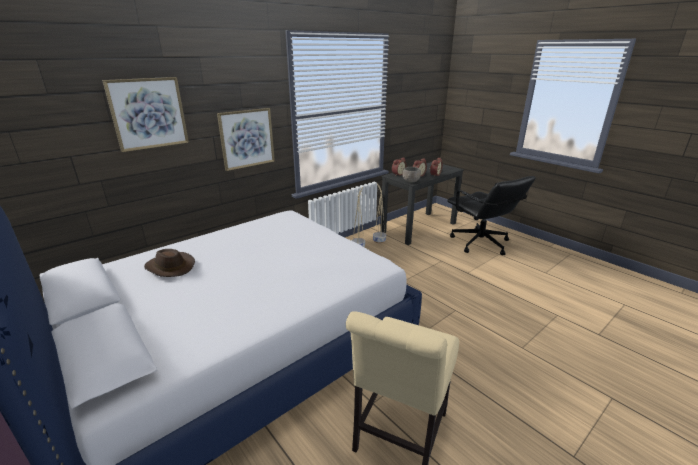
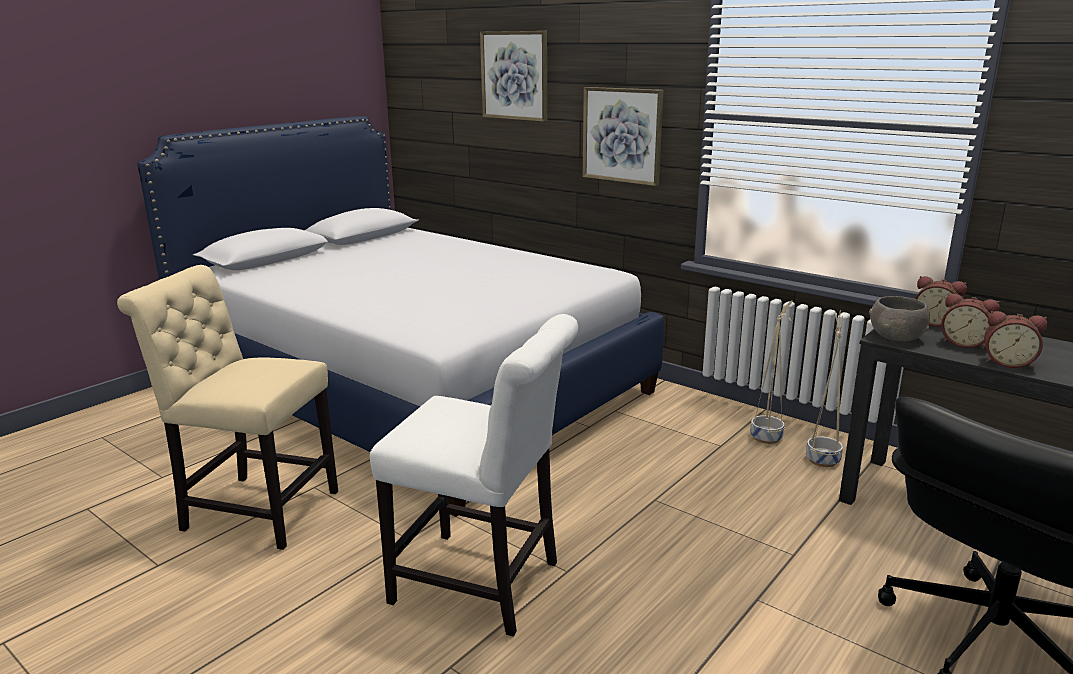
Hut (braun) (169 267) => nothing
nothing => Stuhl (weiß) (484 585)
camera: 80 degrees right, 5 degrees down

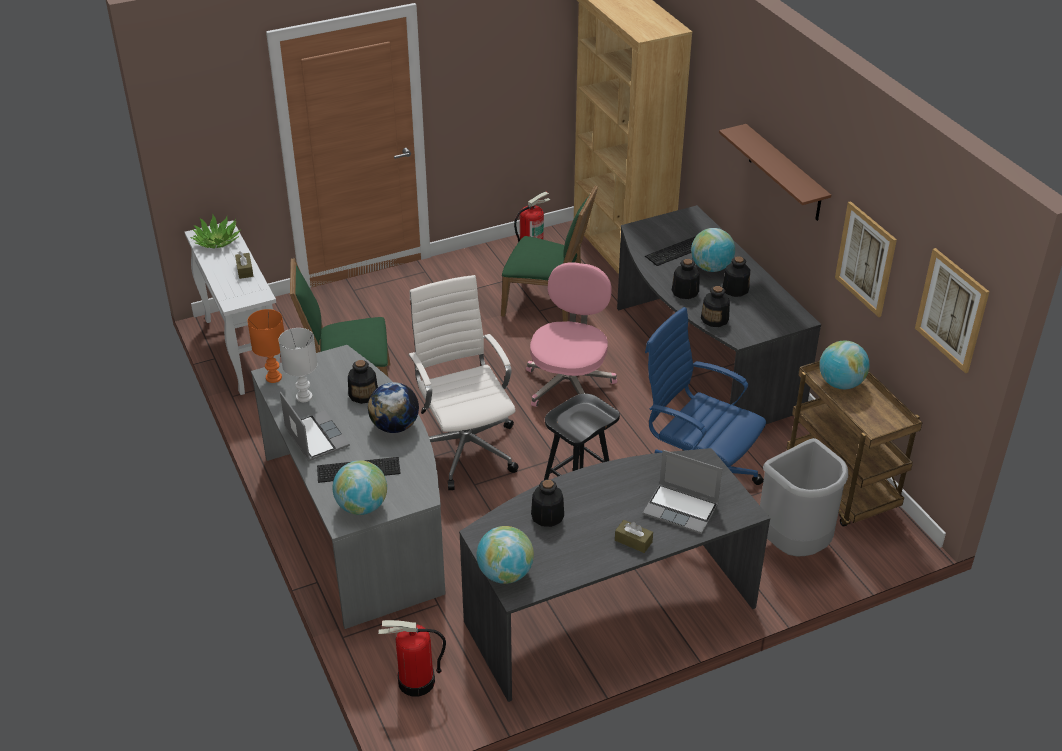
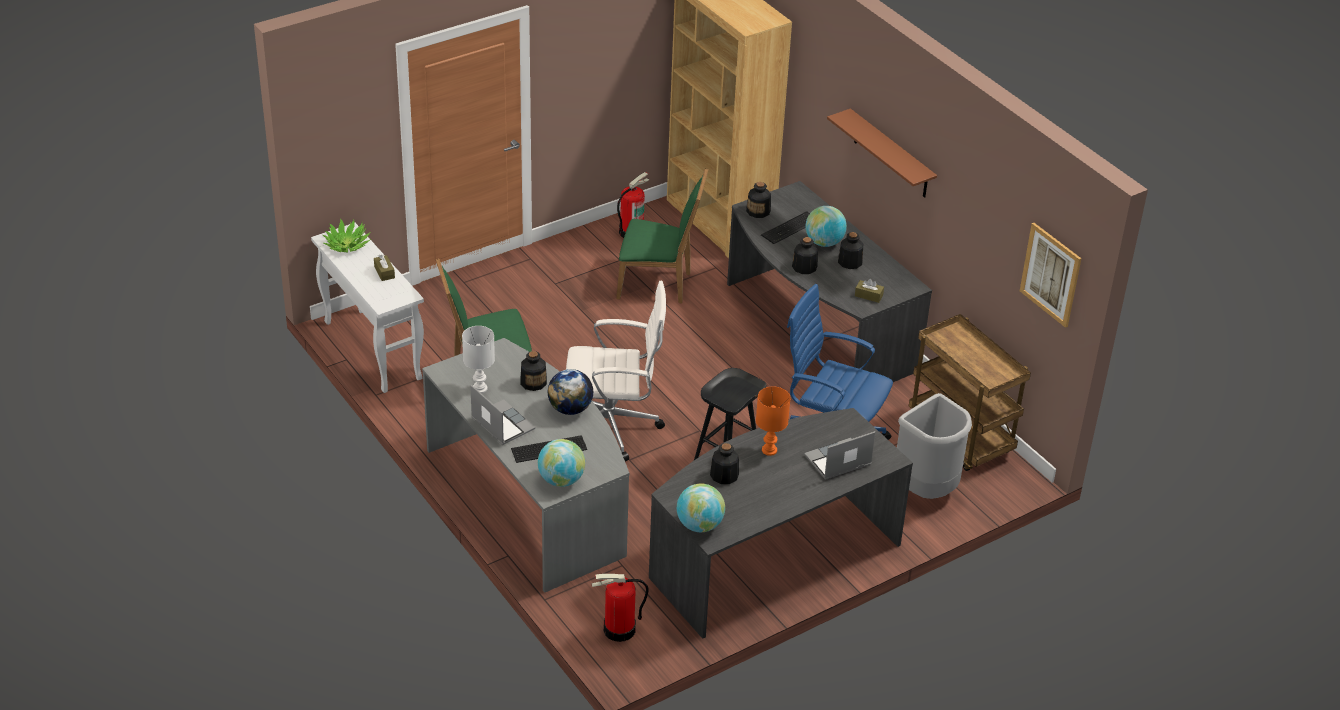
Bild (865 259) => nothing
Bürostuhl (rosa) (569 384) => nothing
Bürostuhl (weiß) (465 447) => Bürostuhl (weiß) (612 427), 120 degrees clockwise
Flasche (715 319) => Flasche (758 211), shifted
Tischlampe (orange) (274 377) => Tischlampe (orange) (769 450), shifted
Globus (840 383) => nothing
Laptop (682 509) => Laptop (837 461), 135 degrees clockwise
Taschentuchbox (braun) (633 541) => Taschentuchbox (braun) (868 295), shifted
camera: 10 degrees left, 0 degrees up

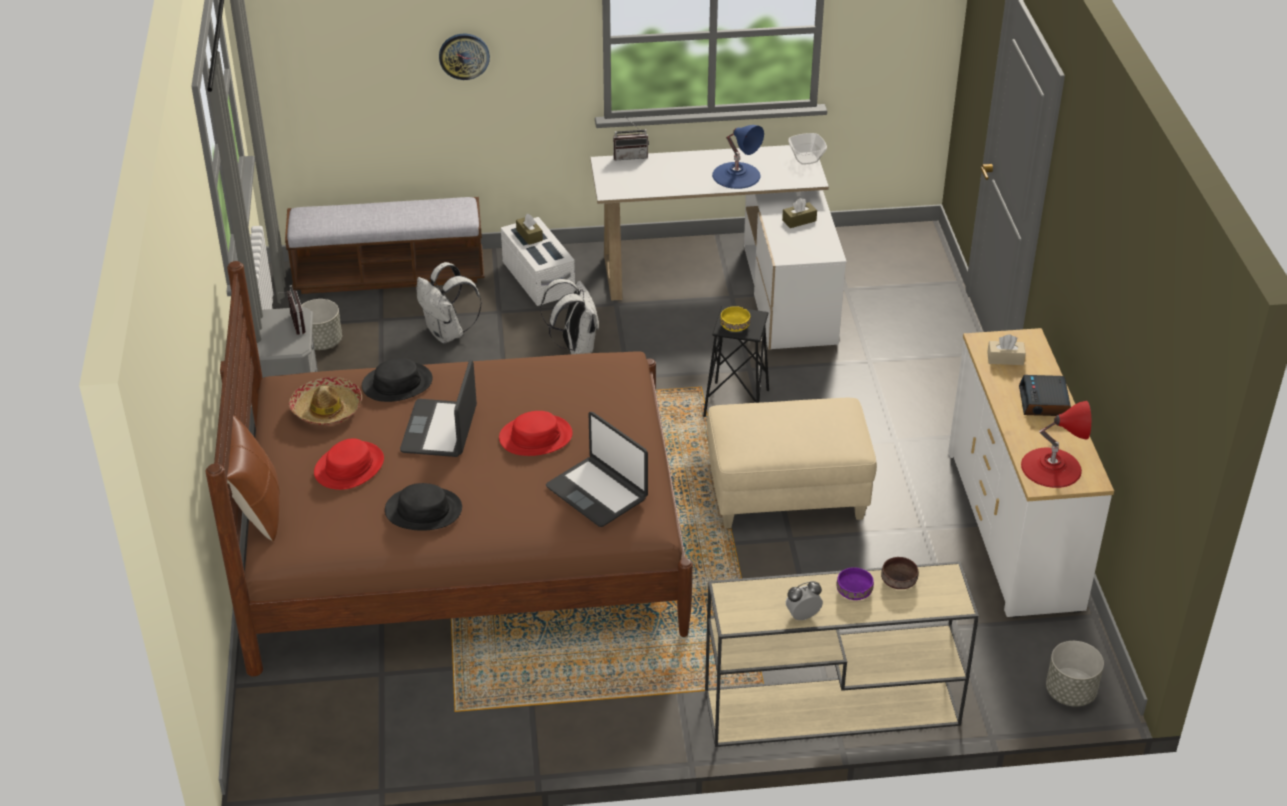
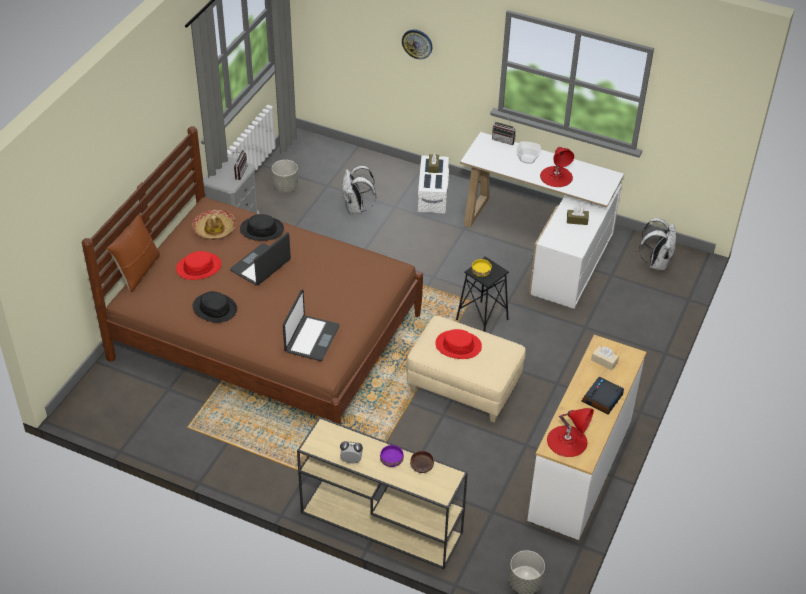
Tischlampe (blau) (736 175) => Tischlampe (rot) (556 176)
Schüssel (806 158) => Schüssel (528 158), shifted
Bank (389 274) => nothing
Rucksack (weiß) (575 346) => Rucksack (weiß) (656 263), shifted
Hut (rot) (535 436) => Hut (rot) (458 345), shifted
Laptop (597 492) => Laptop (311 339), 150 degrees counterclockwise
camera: 30 degrees right, 5 degrees up

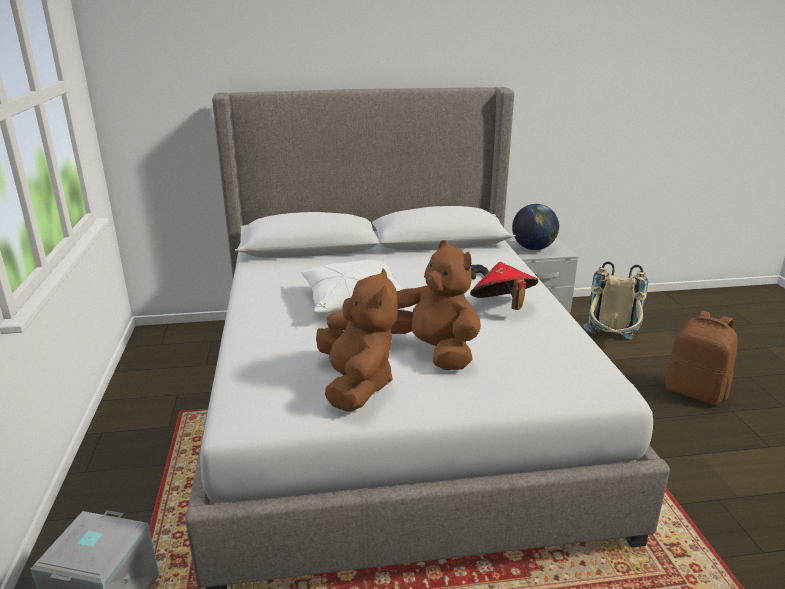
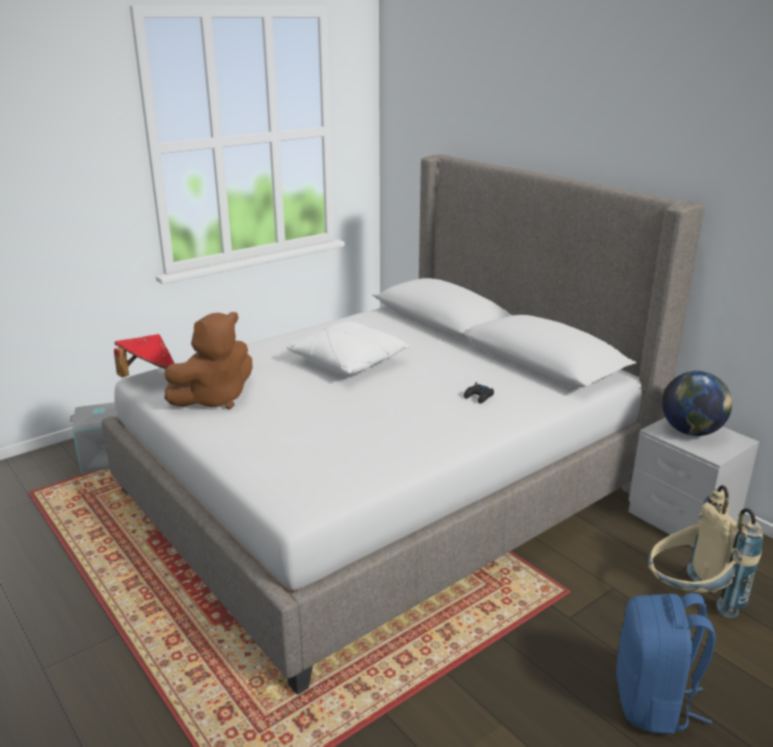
Plüschtier (braun) (434 351) => nothing
Hut (rot) (502 307) => Hut (rot) (149 376), shifted
Rucksack (braun) (695 392) => Rucksack (blau) (653 703)
camera: 60 degrees right, 0 degrees up

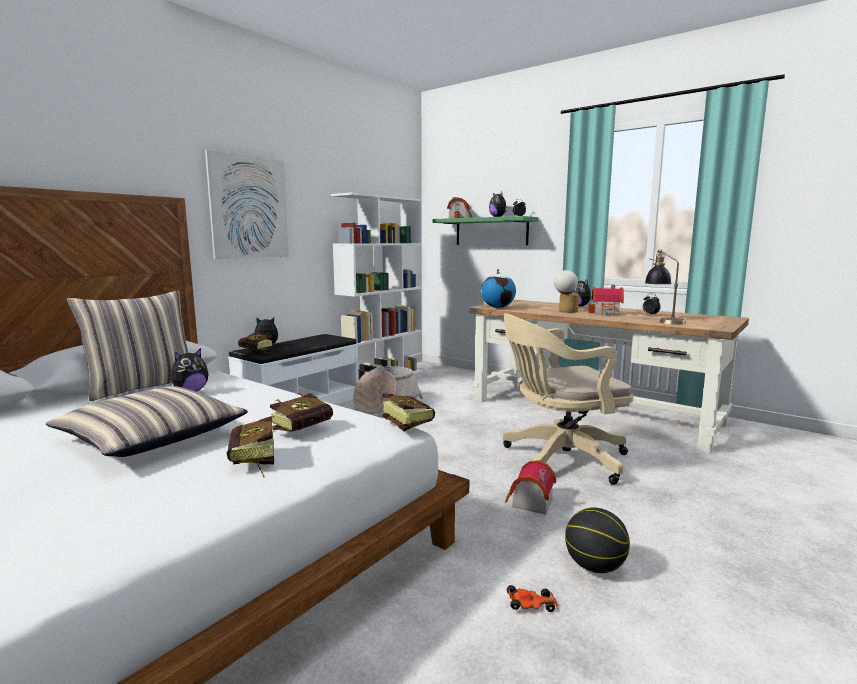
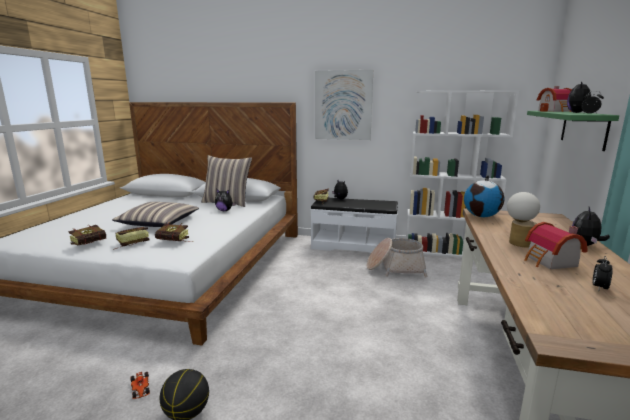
Tischlampe (663 321) => nothing
Bürostuhl (beige) (559 459) => nothing
Buch (404 423) => Buch (93 243), shifted
Spielzeughaus (529 503) => nothing
camera: 65 degrees right, 5 degrees up

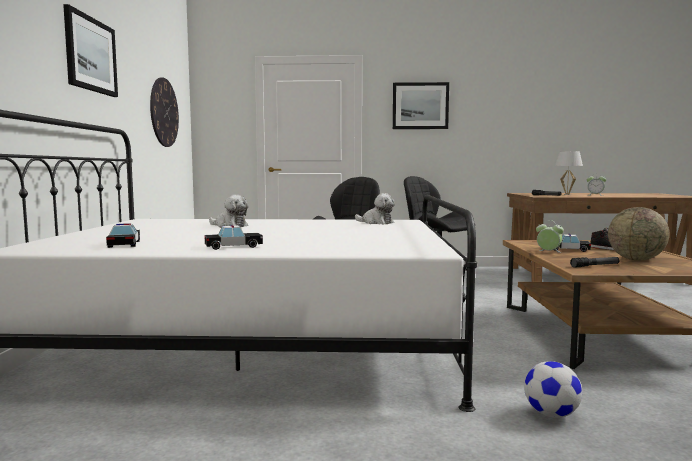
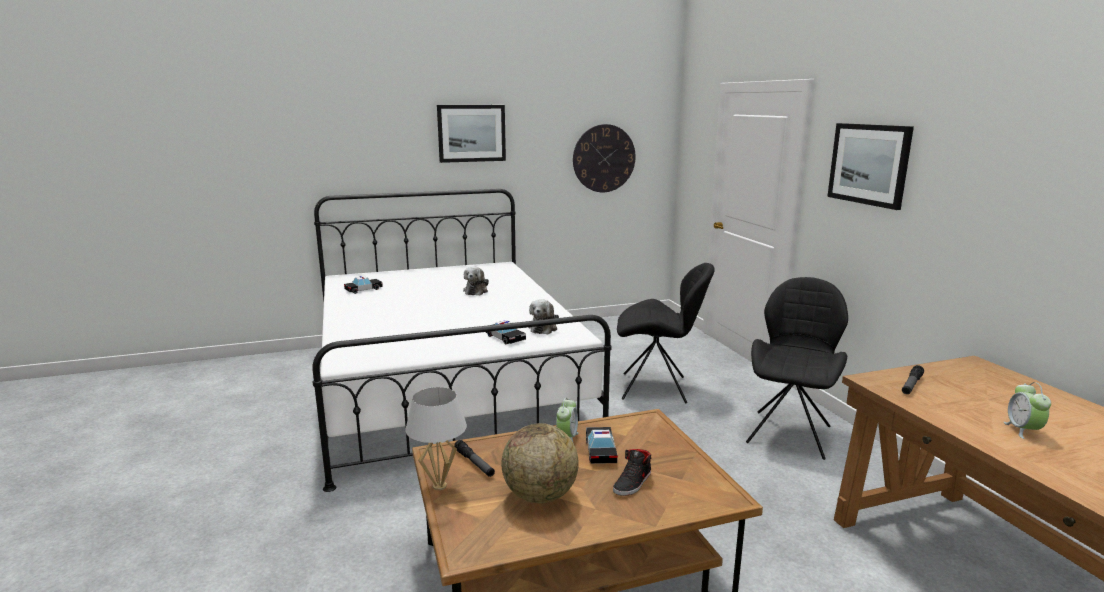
Tischlampe (weiß) (567 194) => Tischlampe (weiß) (439 486), shifted
Spielzeugauto (233 246) => Spielzeugauto (505 338), shifted
Fußball (551 414) => nothing
camera: 70 degrees right, 10 degrees up

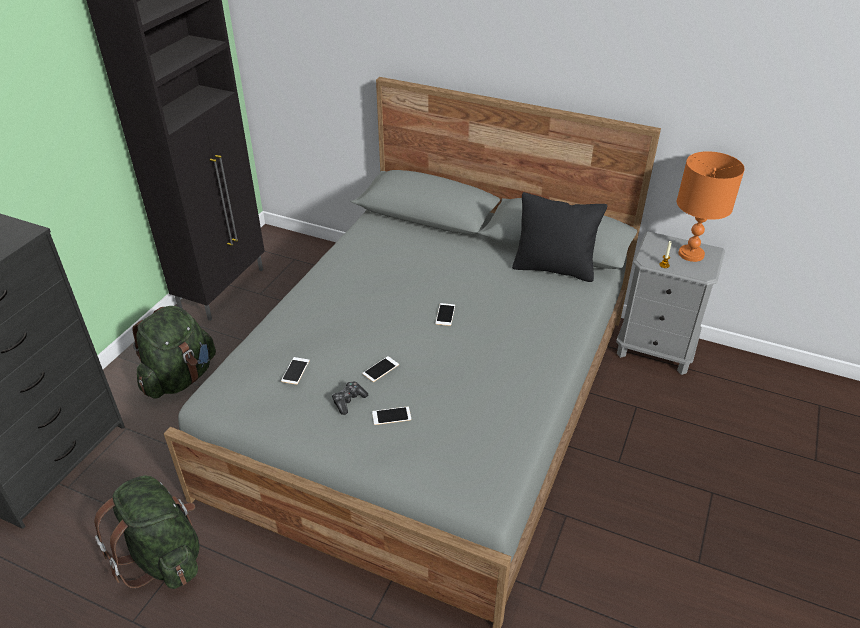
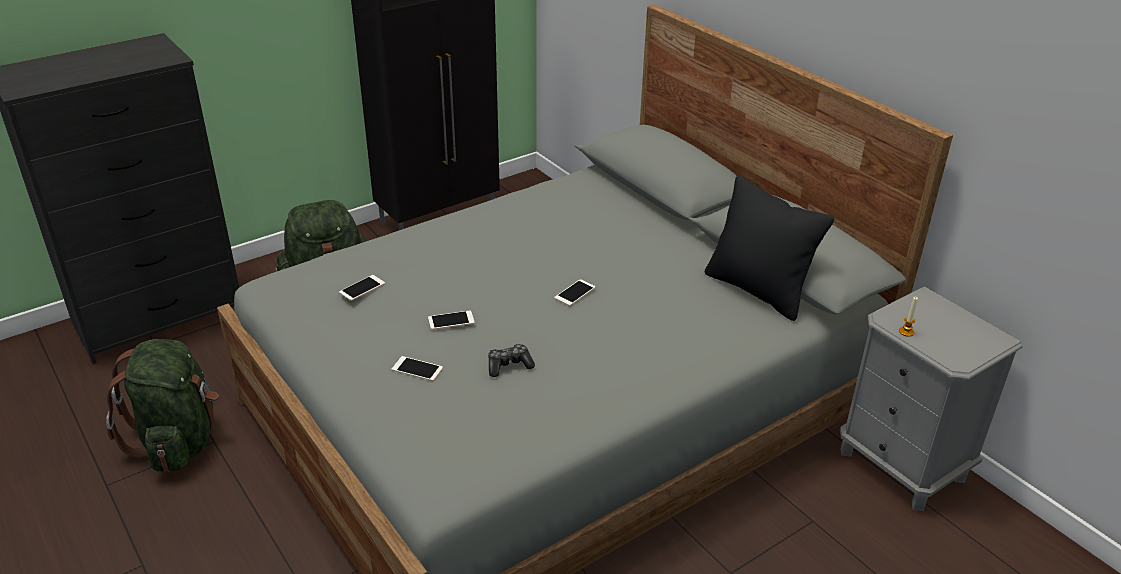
Tischlampe (orange) (690 254) => nothing
Gamepad (349 401) => Gamepad (509 365), shifted
camera: 30 degrees right, 5 degrees down

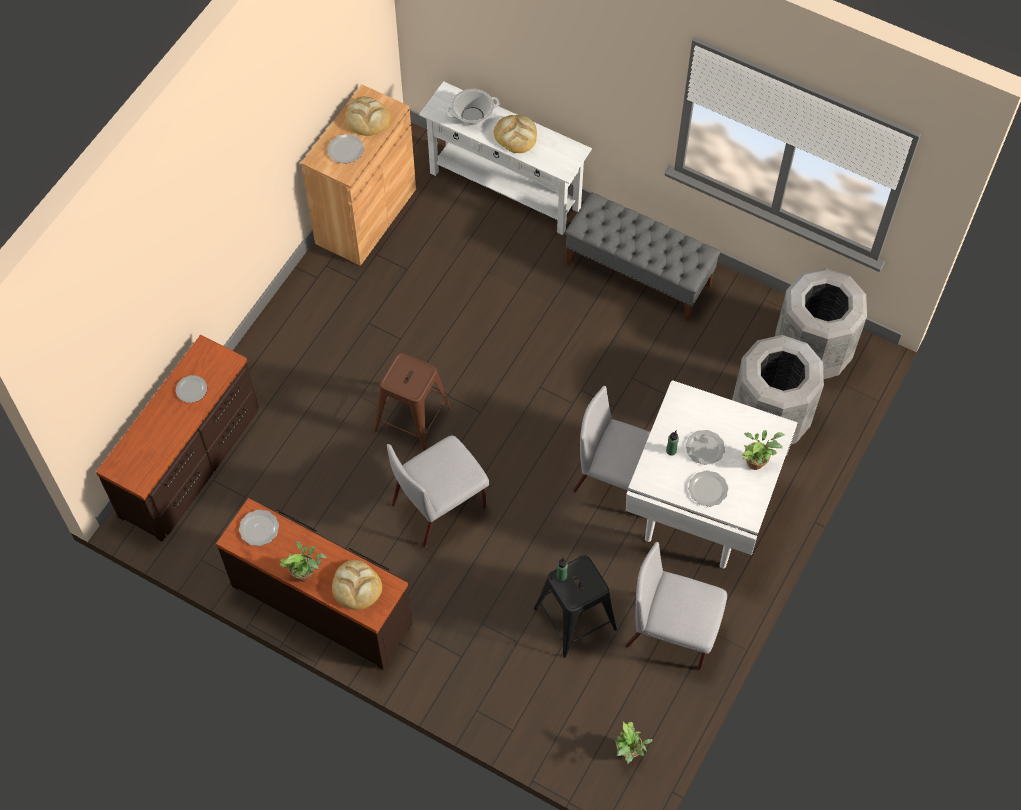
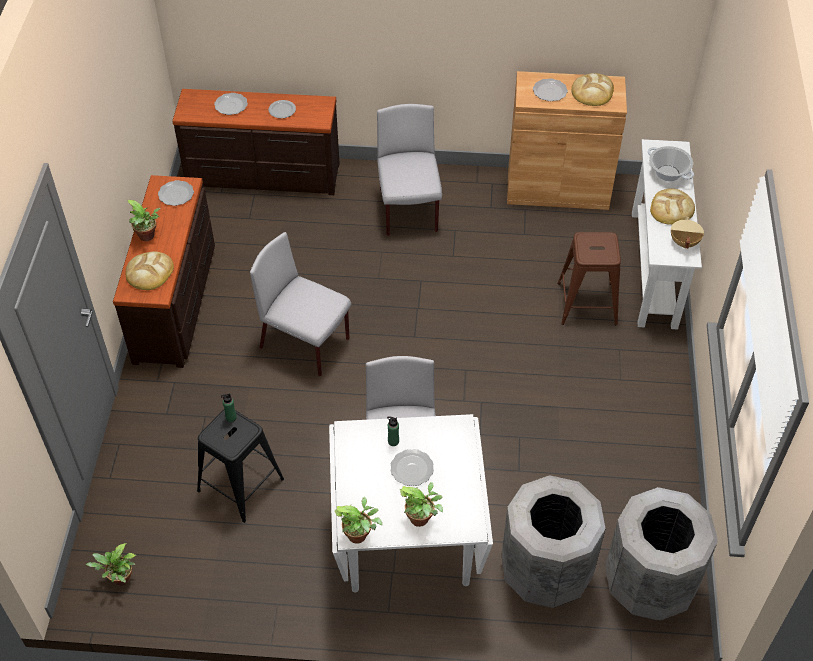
Bank (grau) (639 274) => nothing
Hocker (braun) (412 418) => Hocker (braun) (587 303), shifted
Teller (708 489) => Teller (231 105), shifted
Stuhl (grau) (673 632) => Stuhl (grau) (409 211), shifted
nothing => Kochtopf (beige) (683 242)
nothing => Topfpflanze (360 535)
camera: 65 degrees right, 10 degrees down

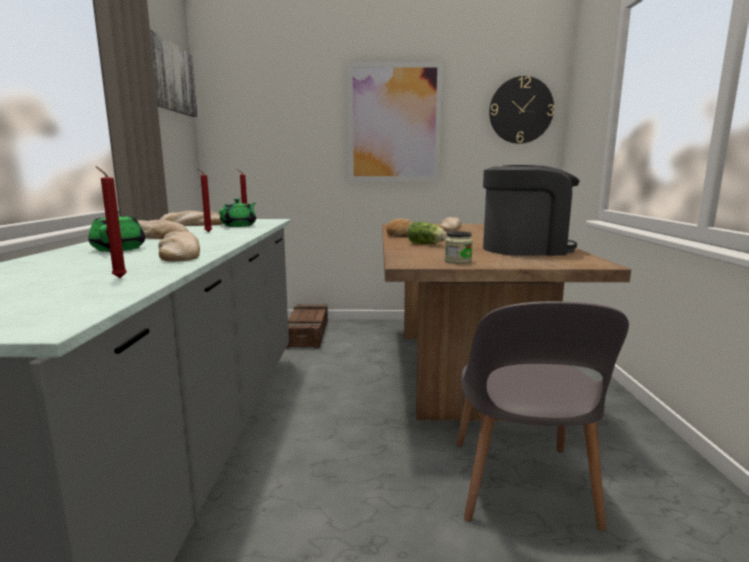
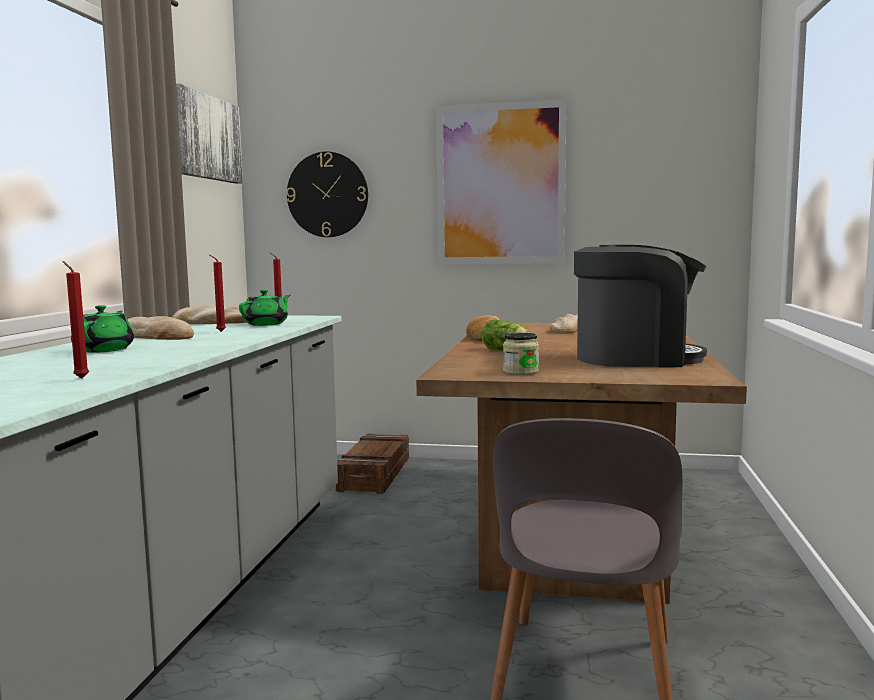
Wanduhr (521 110) => Wanduhr (327 194), shifted
Brot (180 253) => nothing
camera: 10 degrees right, 5 degrees down

